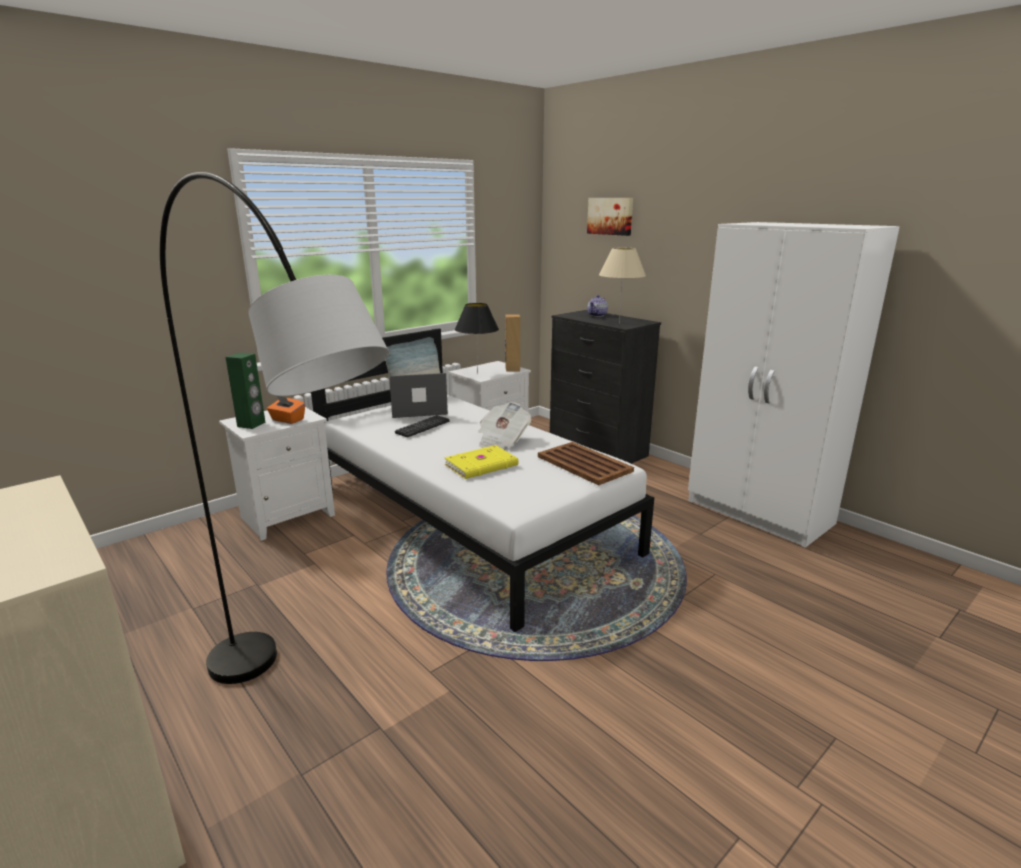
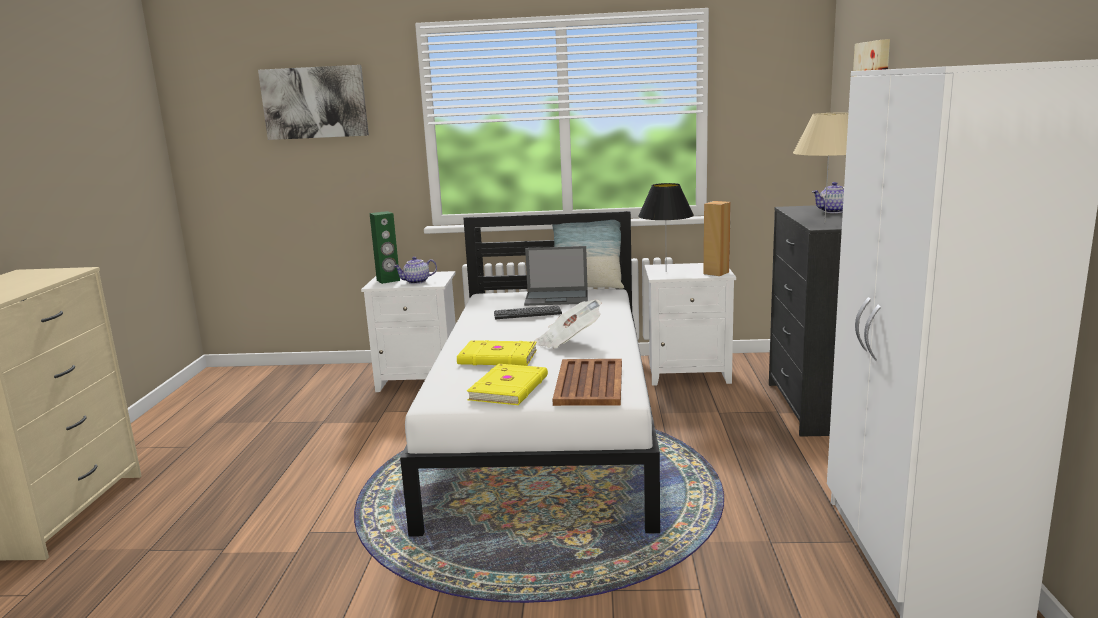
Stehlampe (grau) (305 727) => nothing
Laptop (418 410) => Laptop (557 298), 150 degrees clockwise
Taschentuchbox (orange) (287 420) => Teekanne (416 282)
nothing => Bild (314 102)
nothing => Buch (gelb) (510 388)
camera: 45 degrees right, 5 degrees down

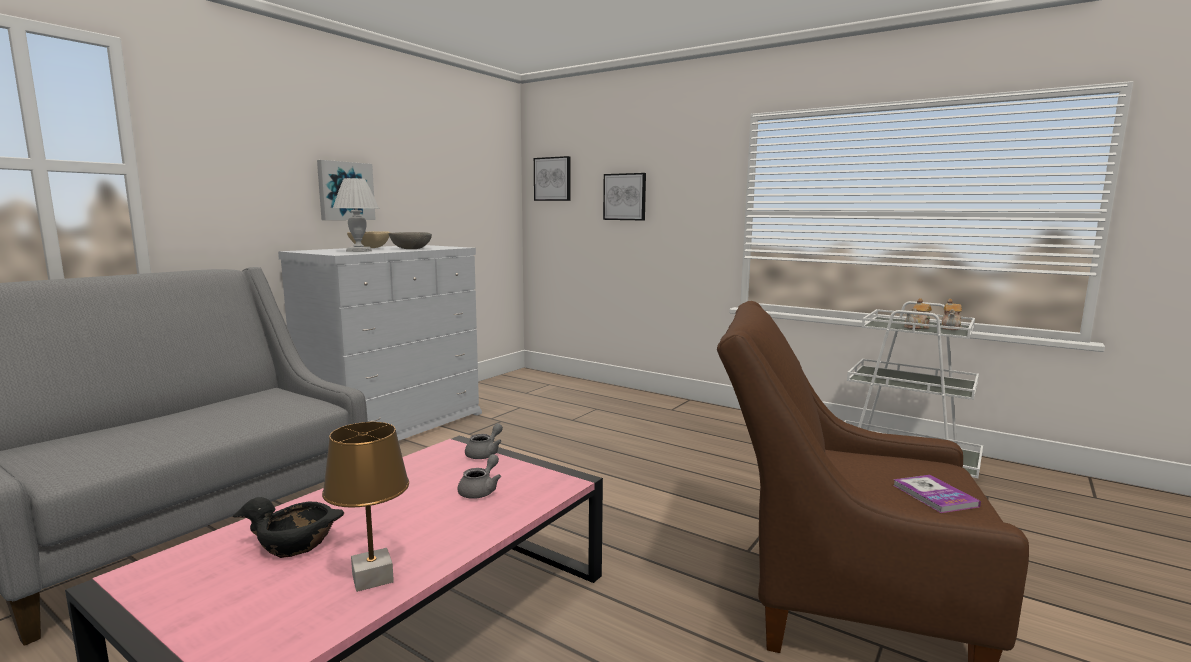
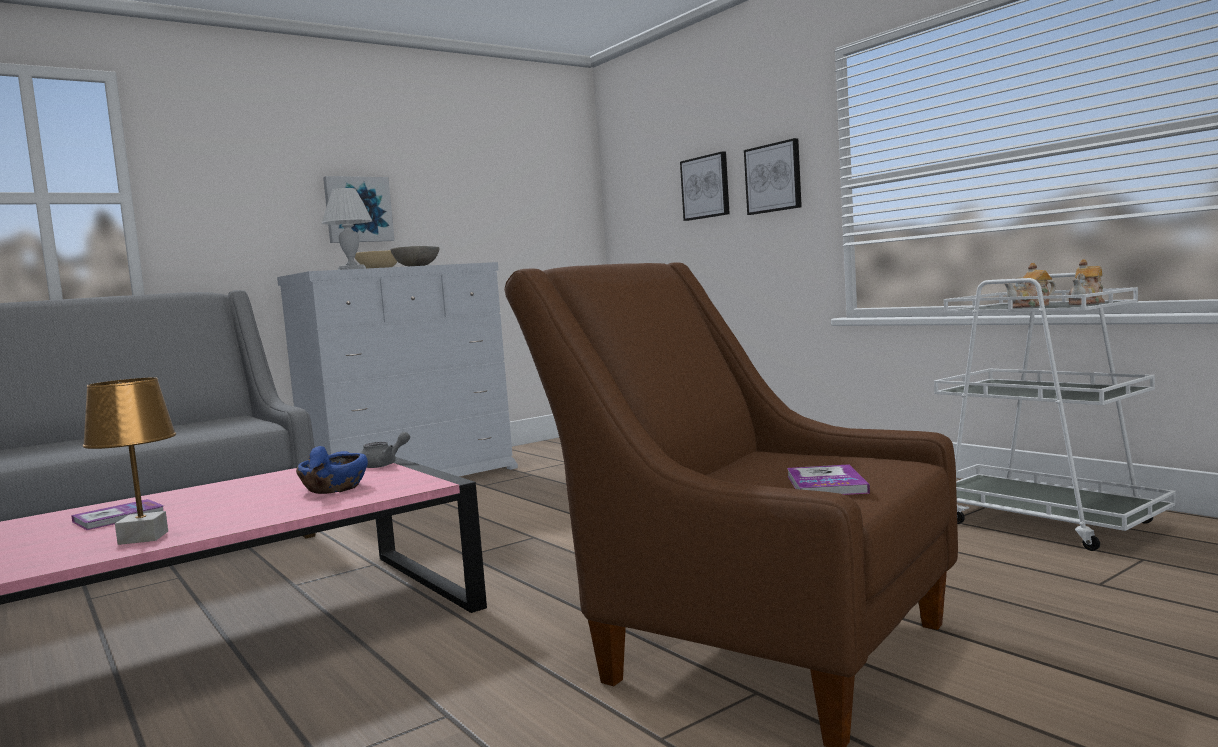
Bild (552 179) => Bild (773 178), shifted
Teekanne (grau) (480 490) => Schüssel (blau) (333 488)
Schüssel (schwarz) (297 544) => Buch (119 517)
camera: 20 degrees right, 5 degrees down

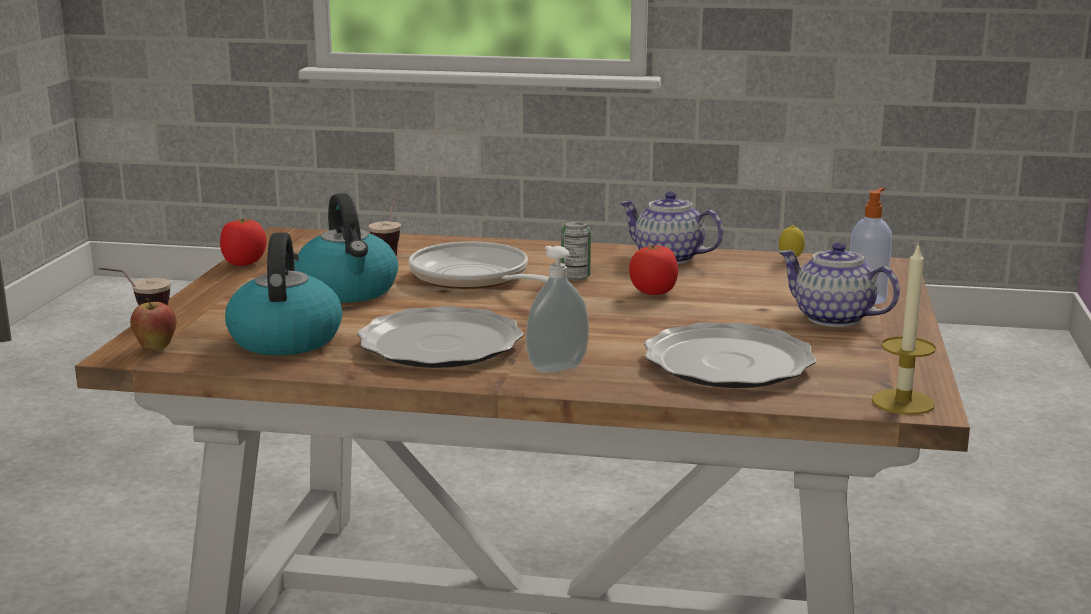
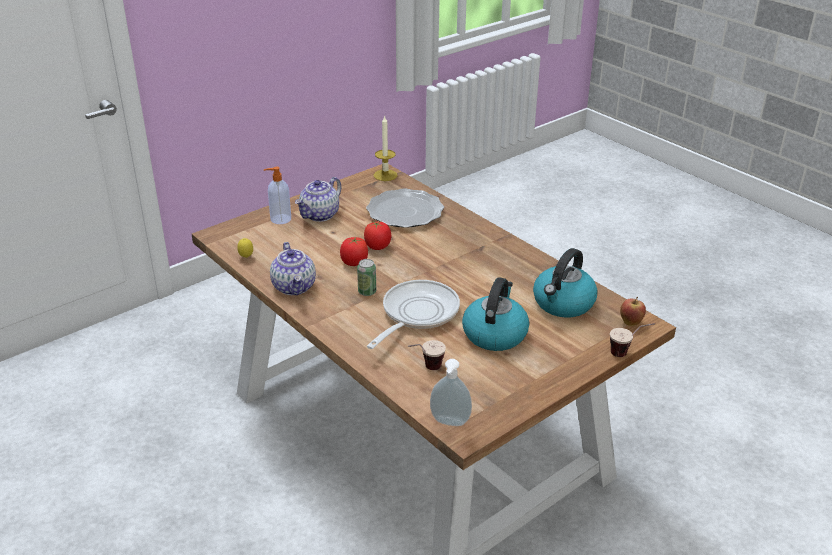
Tomate (243 263) => Tomate (378 247), shifted
Pfanne (475 278) => Pfanne (416 314), 150 degrees counterclockwise
Teekanne (832 318) => Teekanne (320 215), 45 degrees clockwise
Seifenspender (556 367) => Seifenspender (449 423), shifted
Teller (441 344) => nothing
camera: 140 degrees left, 15 degrees up

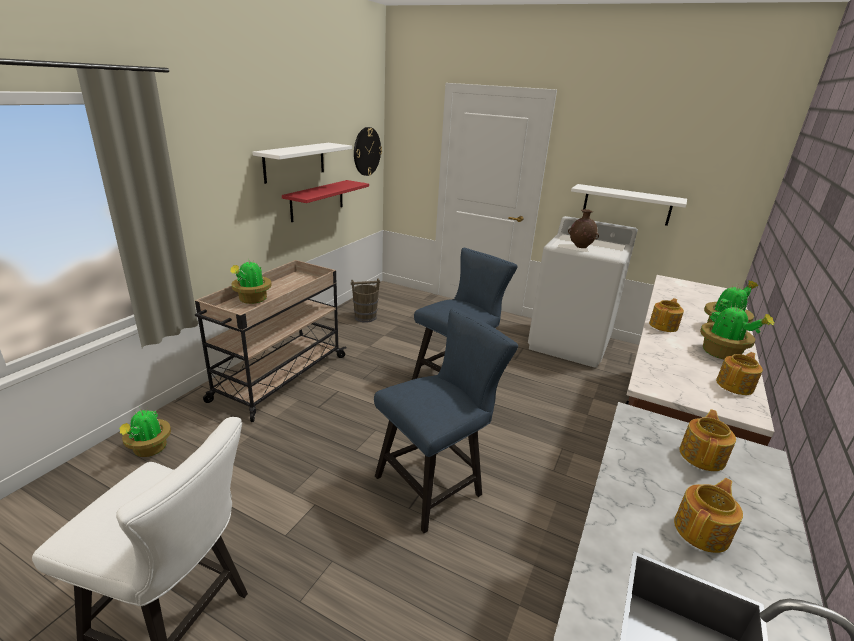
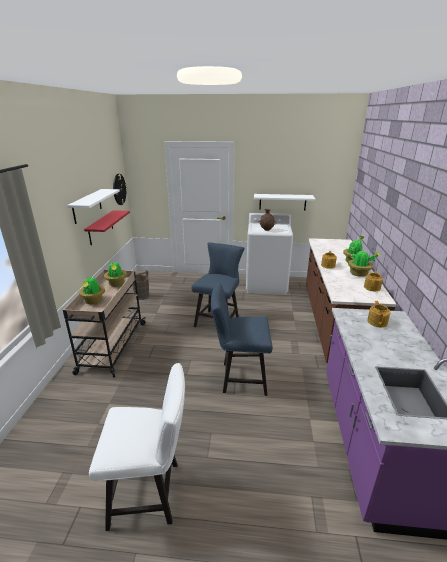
Stuhl (blau) (435 484) => Stuhl (blau) (239 378), 120 degrees counterclockwise
Topfpflanze (149 449) => Topfpflanze (117 284), shifted
Teekanne (702 531) => nothing
camera: 20 degrees left, 0 degrees up

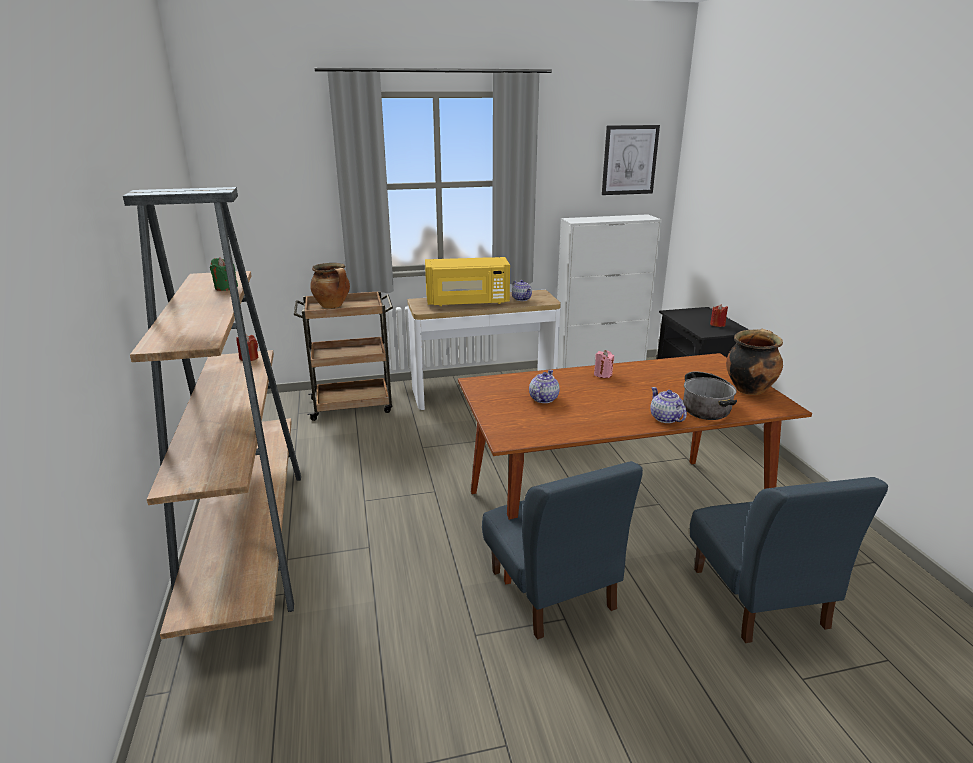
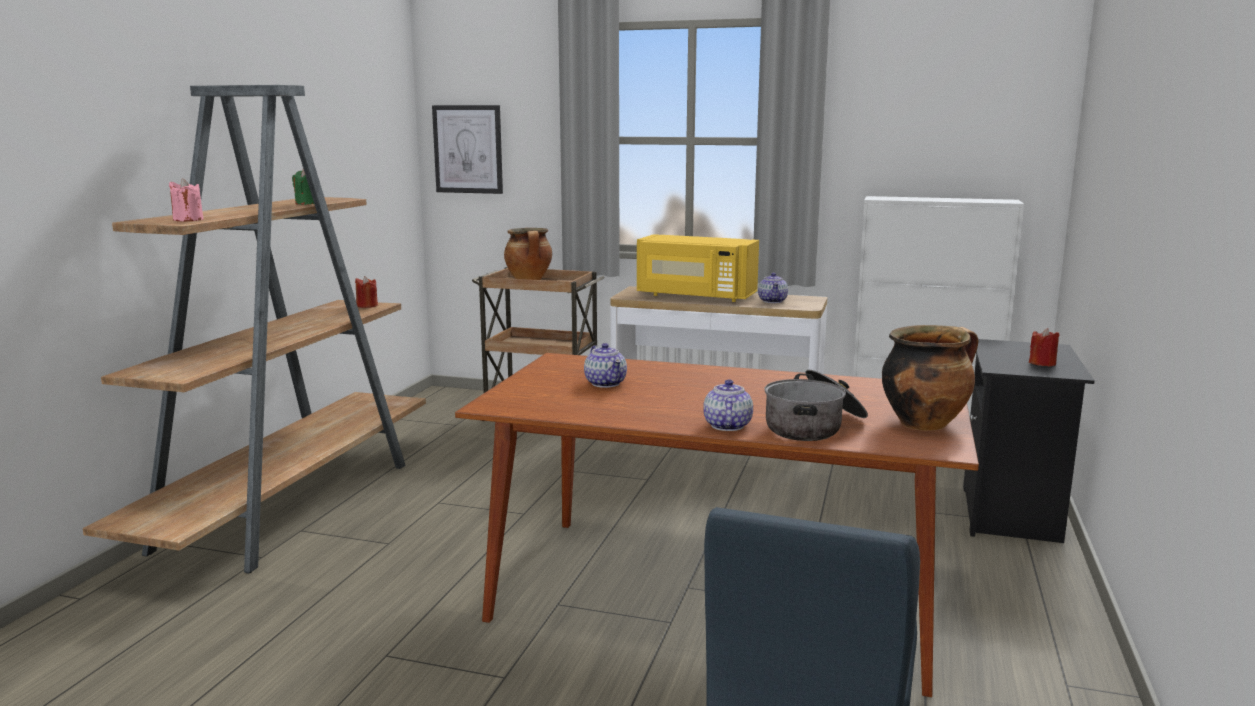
Bild (629 160) => Bild (468 149), shifted
Kerze (rosa) (603 374) => Kerze (rosa) (188 220), shifted
Teekanne (543 399) => Teekanne (605 383), 105 degrees clockwise
Stuhl (blau) (552 590) => nothing
camera: 30 degrees right, 10 degrees down

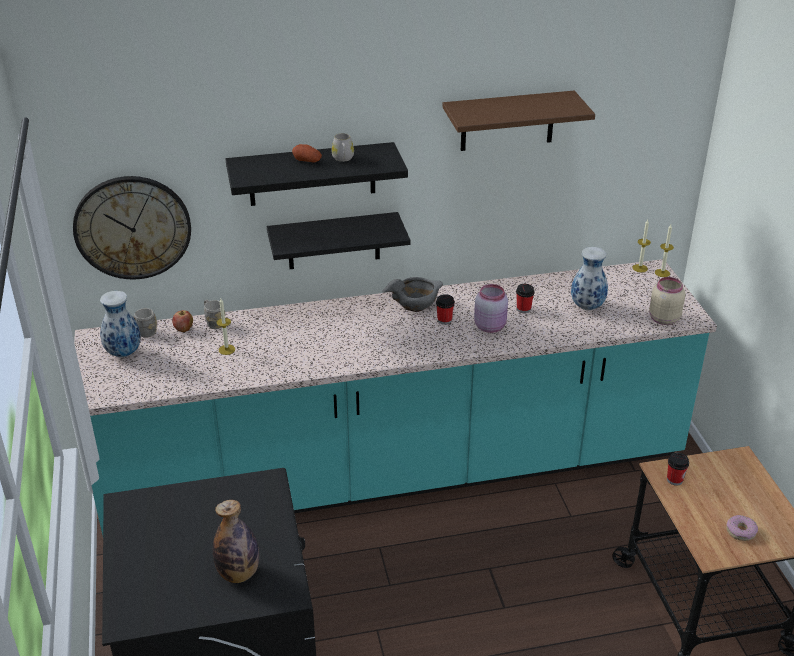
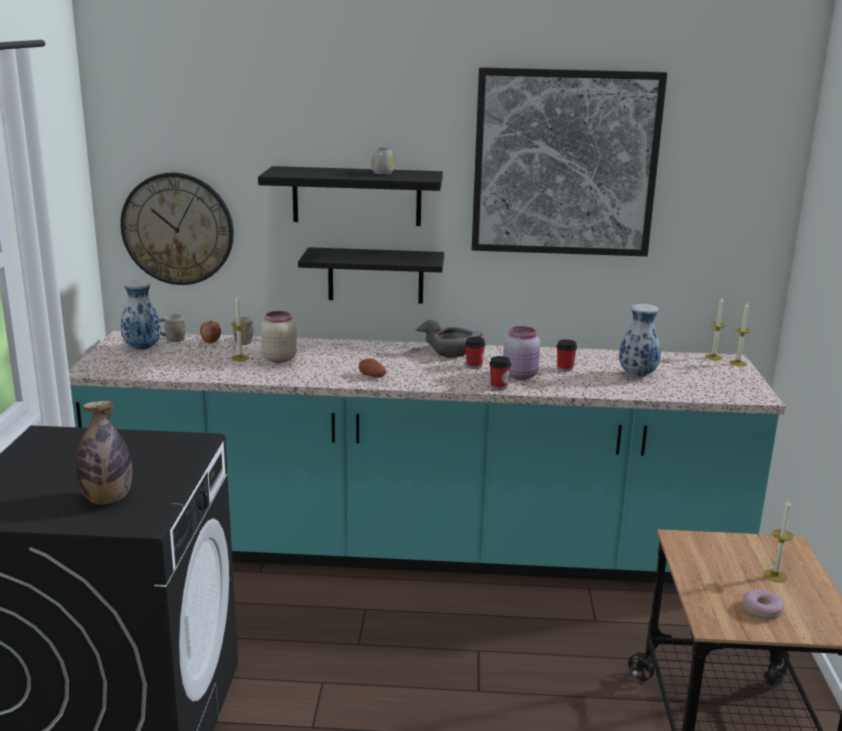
Wandregal (braun) (507 121) => Bild (565 163)
Kartoffel (307 161) => Kartoffel (372 376), shifted
Vorratsglas (beige) (663 319) => Vorratsglas (beige) (278 358), shifted
Tasse (674 480) => Tasse (498 387), shifted
nothing => Kerze (775 575)
camera: 15 degrees right, 15 degrees down

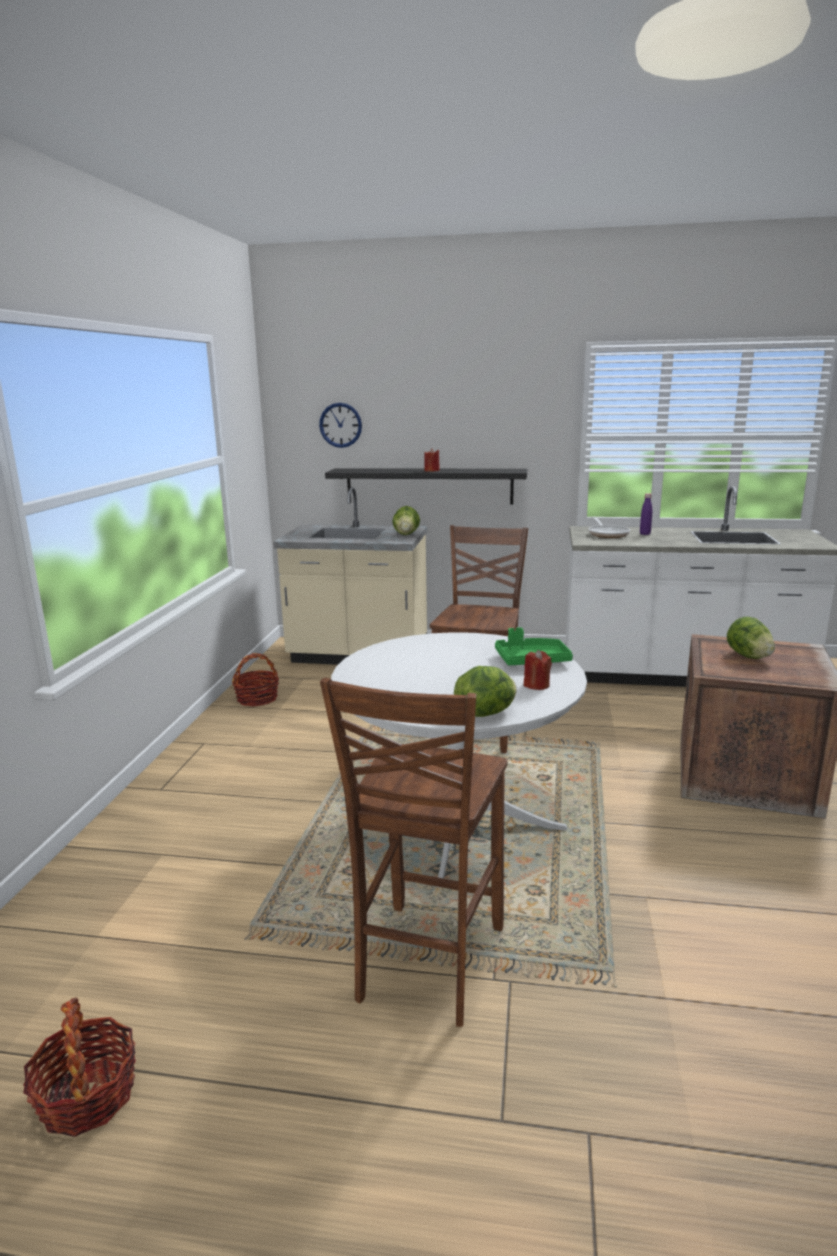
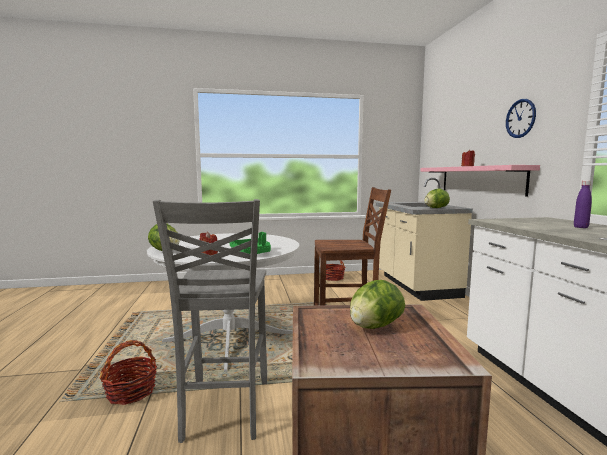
Wanduhr (340 425) => Wanduhr (520 118), shifted
Wandregal (schwarz) (429 486) => Wandregal (rosa) (480 179)
Pfanne (607 534) => nothing
Stuhl (braun) (426 964) => nothing
Korb (87 1095) => Korb (131 392), shifted
nothing => Stuhl (grau) (224 410)
camera: 70 degrees right, 10 degrees down

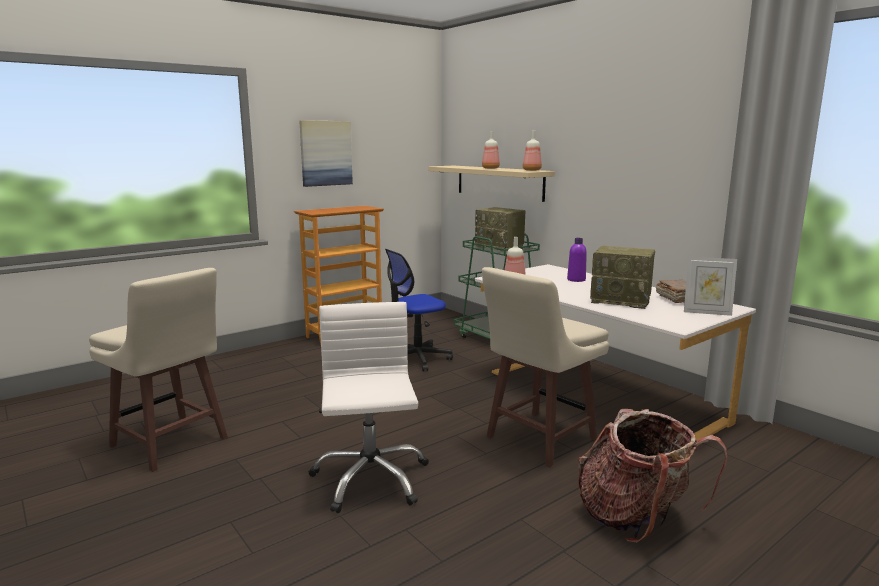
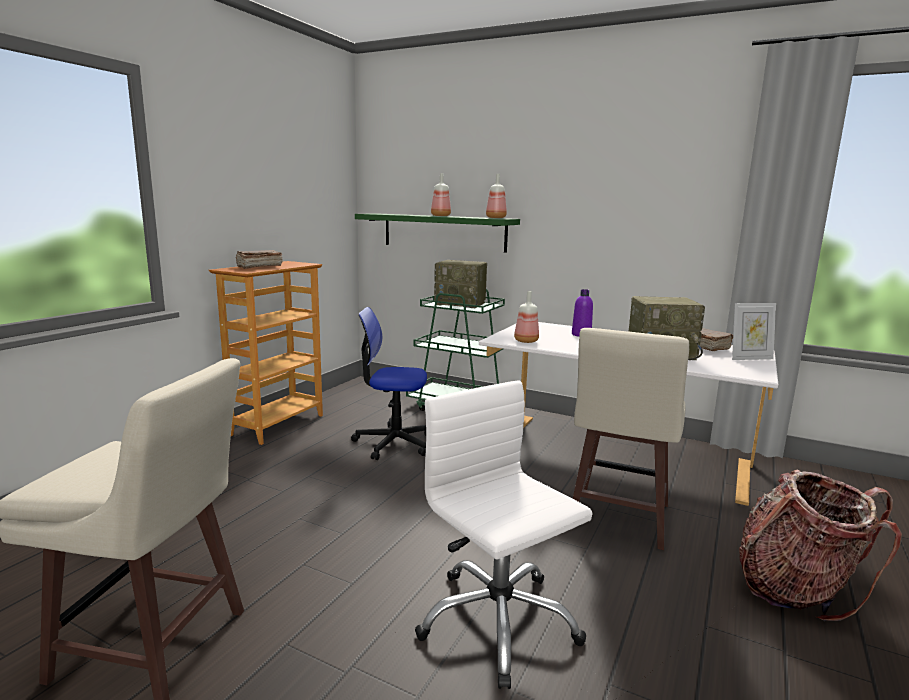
Bild (325 153) => nothing
Wandregal (beige) (499 182) => Wandregal (grün) (443 232)
Bürostuhl (416 358) => Bürostuhl (394 442), 60 degrees clockwise
nothing => Buch (braun) (259 267)
camera: 25 degrees left, 0 degrees up

